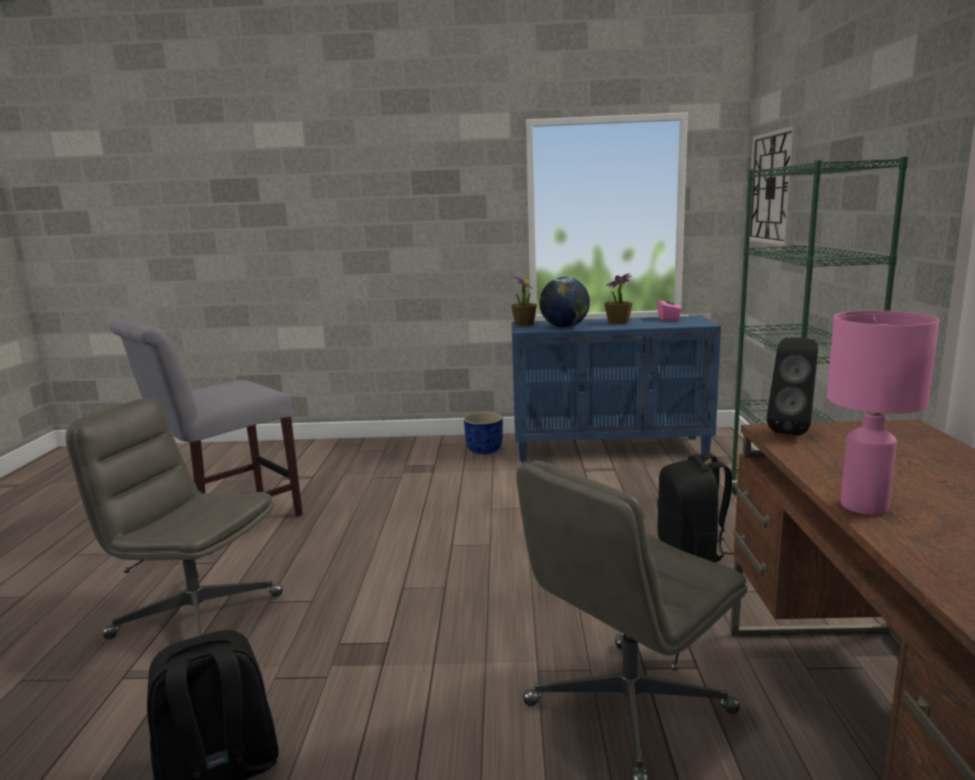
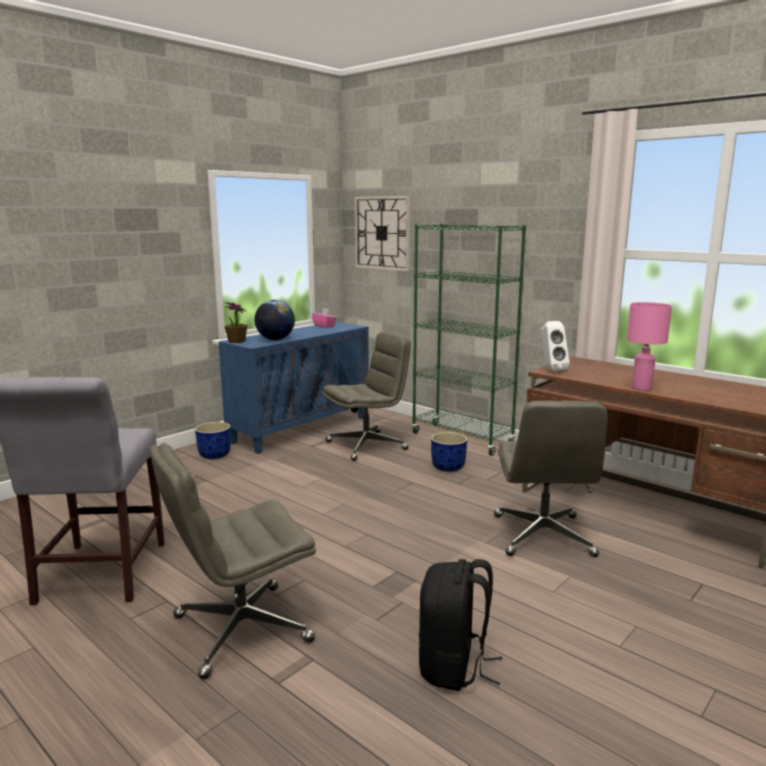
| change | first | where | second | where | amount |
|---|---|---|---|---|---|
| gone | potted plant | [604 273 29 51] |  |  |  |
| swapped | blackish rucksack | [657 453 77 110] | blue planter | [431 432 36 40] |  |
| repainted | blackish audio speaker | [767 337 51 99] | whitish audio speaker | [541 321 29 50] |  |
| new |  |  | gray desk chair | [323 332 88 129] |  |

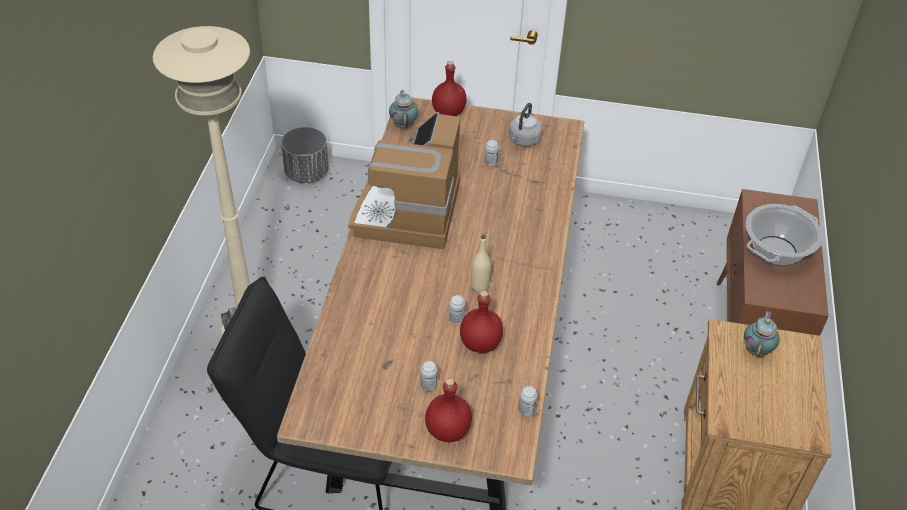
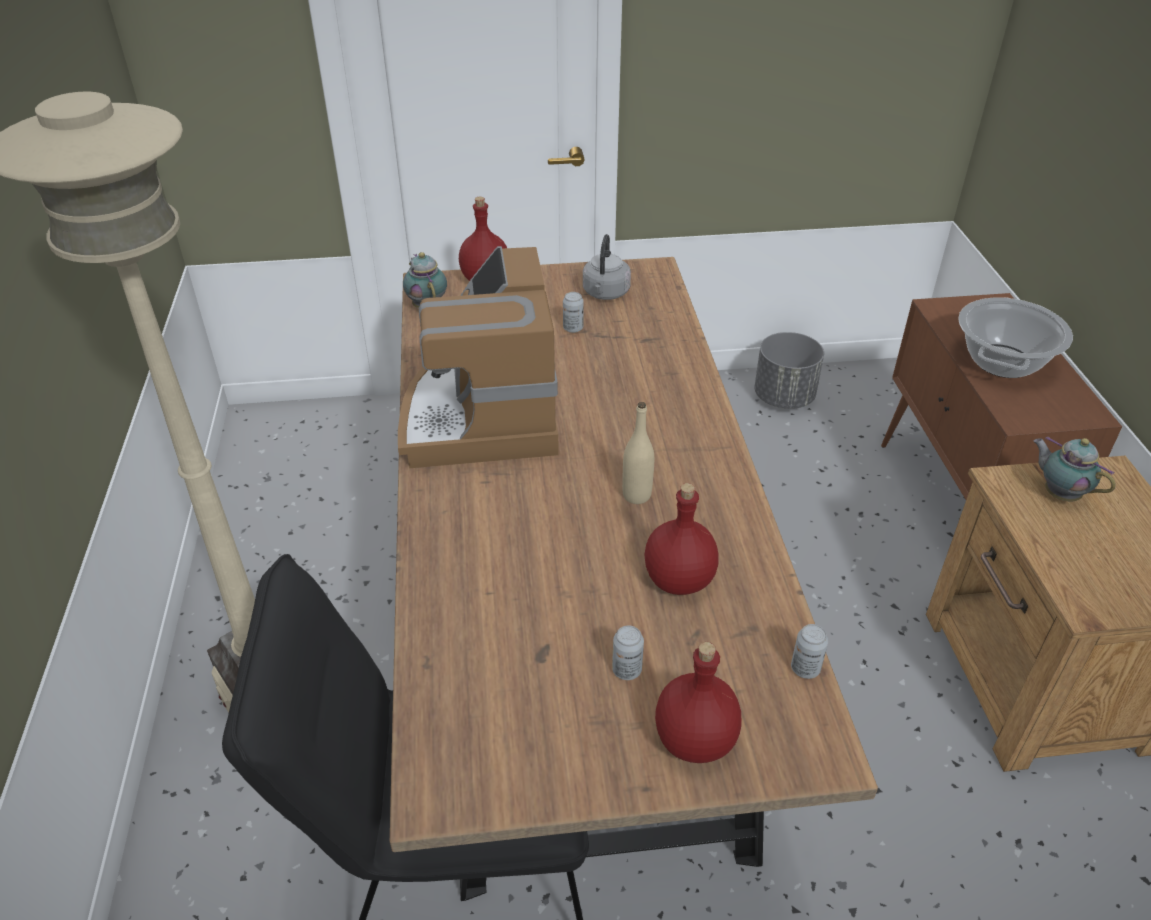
| change | first | where | second | where | amount |
|---|---|---|---|---|---|
| shifted | gray planter | [281 127 48 56] |  | [754 332 70 77] |  |
| gone | metal can | [449 295 16 29] |  |  |  |
| rotated | pot for tea | [744 311 36 46] |  | [1033 436 83 65] | 45 degrees counterclockwise |

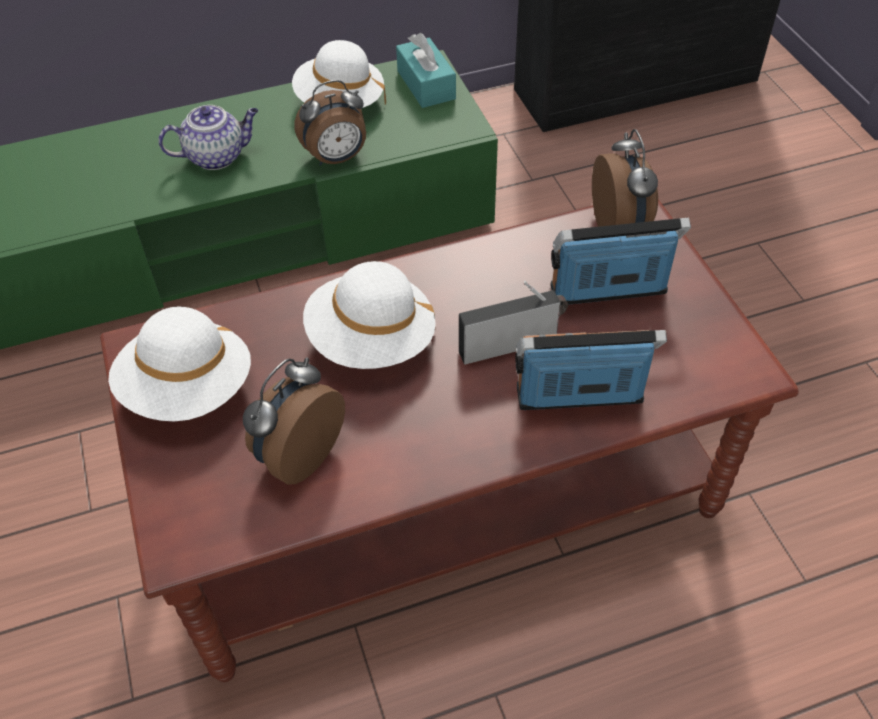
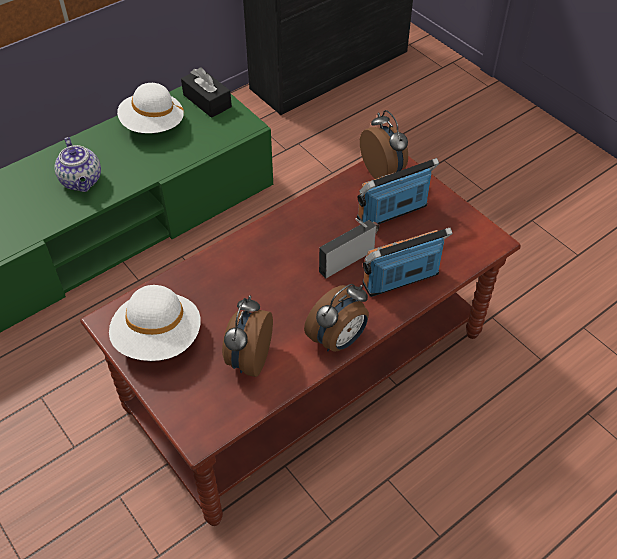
| change | first | where | second | where | amount |
|---|---|---|---|---|---|
| rotated | pot for tea | [158 105 100 65] |  | [54 137 47 55] | 105 degrees clockwise |
| shifted | bedside clock | [294 80 72 86] |  | [304 284 65 68] |  |
| gone | whitish wearable hat | [303 261 133 108] |  |  |  |
| repainted | blue-green tissue holder | [396 33 60 75] | blackish tissue holder | [181 67 51 51] |  |

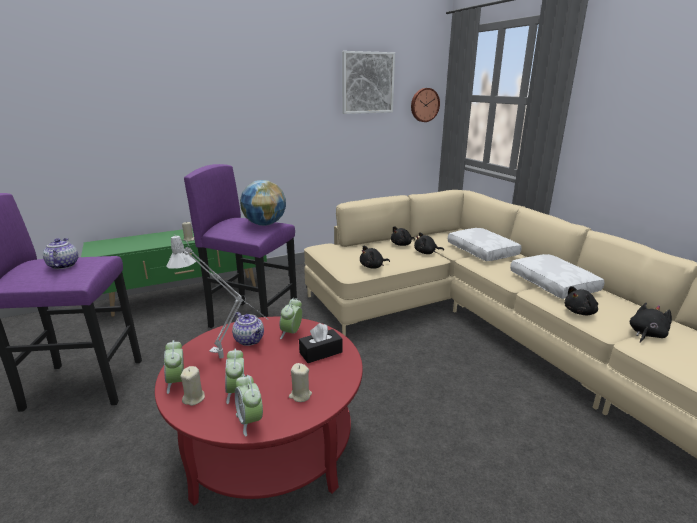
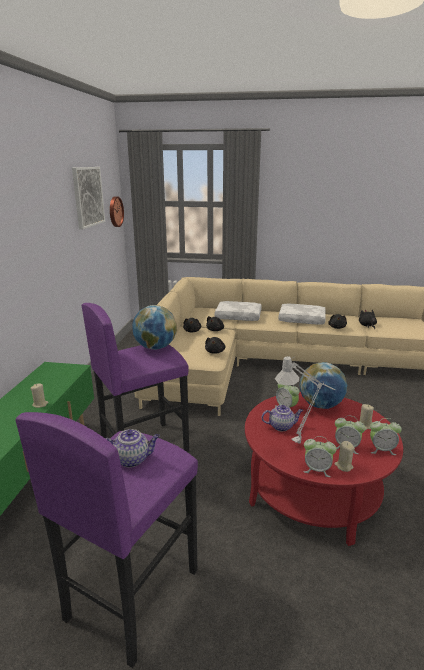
| change | first | where | second | where | amount |
|---|---|---|---|---|---|
| rotated | pot for tea | [43 238 35 31] |  | [105 429 55 38] | 150 degrees clockwise |
| swapped | blackish tissue holder | [299 323 44 40] | desk globe | [300 362 47 47] |  |

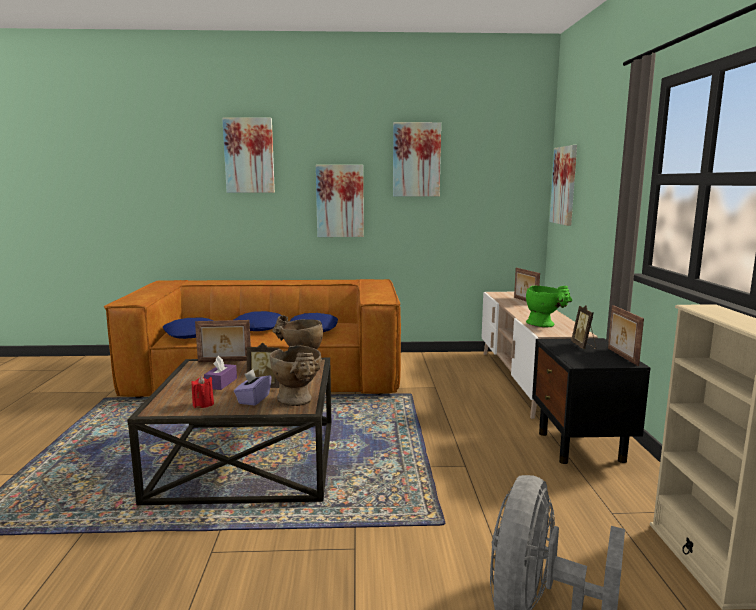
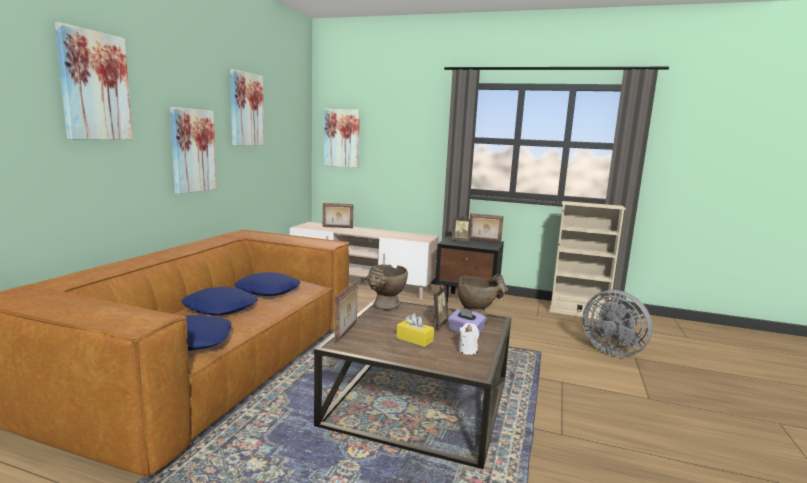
| change | first | where | second | where | amount |
|---|---|---|---|---|---|
| repainted | red-coloured wax light | [191 376 23 32] | whitish wax light | [458 323 21 32] |  |
| repainted | purple-coloured tissue holder | [204 356 33 34] | yellow tissue holder | [396 313 38 34] |  |
| gone | green vase | [526 286 46 41] |  |  |  |

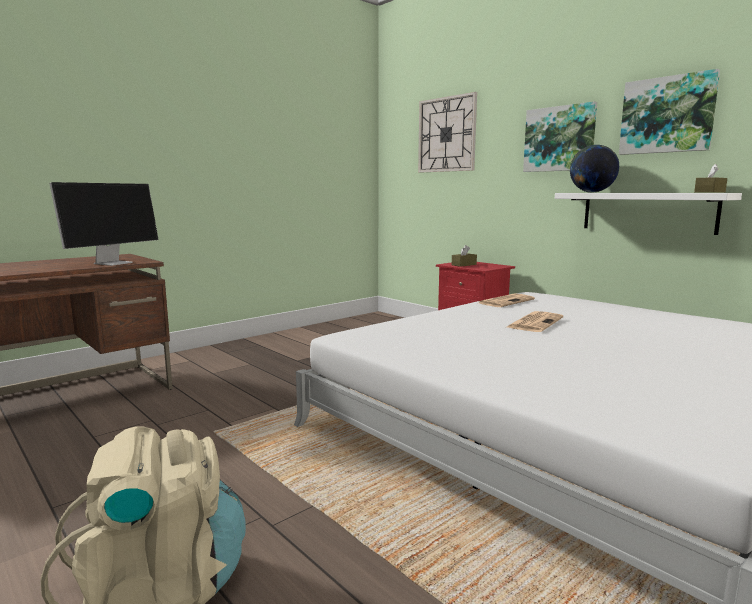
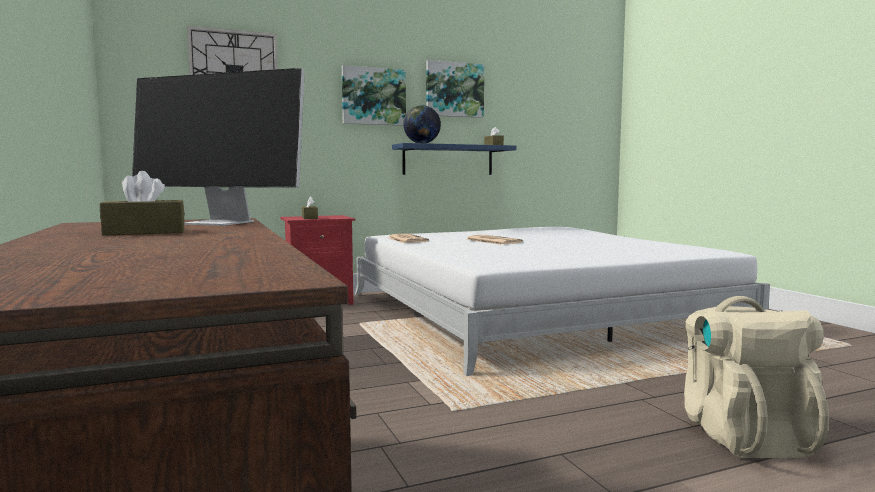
| change | first | where | second | where | amount |
|---|---|---|---|---|---|
| rotated | computer display | [49 182 109 84] |  | [132 68 173 158] | 150 degrees clockwise |
| repainted | whitish wall shelf | [555 193 187 42] | blue wall shelf | [392 143 124 32] |  |
| new |  |  | brown-coloured tissue holder | [100 171 85 65] |  |

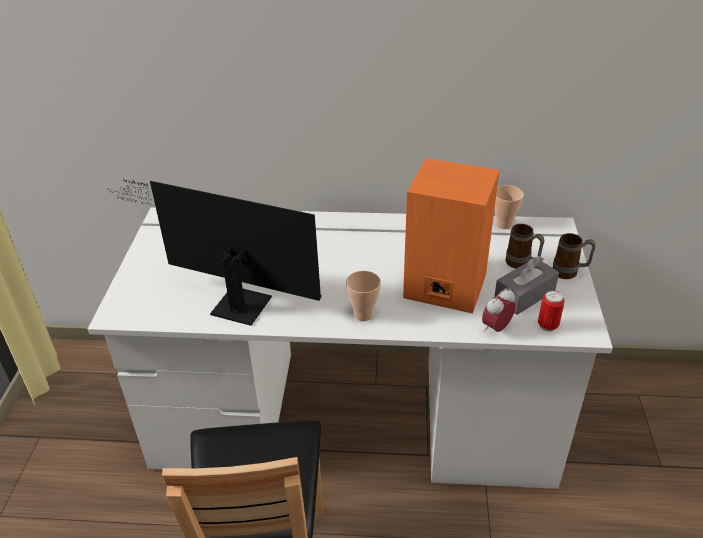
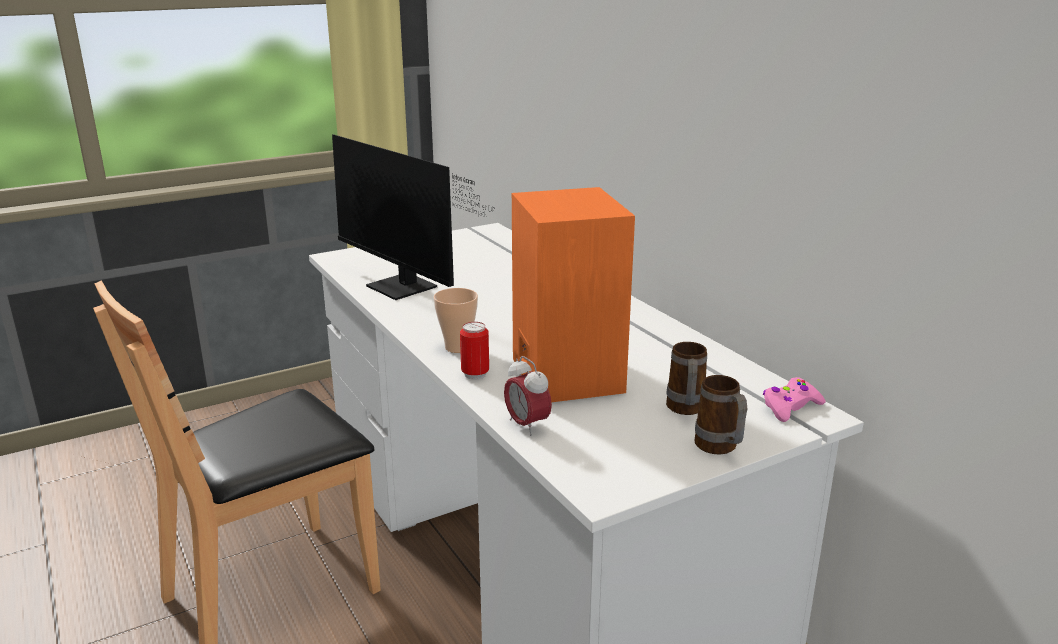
| change | first | where | second | where | amount |
|---|---|---|---|---|---|
| rotated | computer display | [107 179 214 147] |  | [332 134 163 166] | 150 degrees clockwise |
| rotated | bedside clock | [482 288 33 44] |  | [504 356 48 80] | 135 degrees counterclockwise |
| gone | gray tissue holder | [494 256 65 59] |  |  |  |
| gone | cup | [495 185 29 44] |  |  |  |
| shifted | metal can | [538 290 27 42] |  | [460 322 29 58] |  |
| new |  |  | pinkish gamepad | [763 377 63 45] |  |

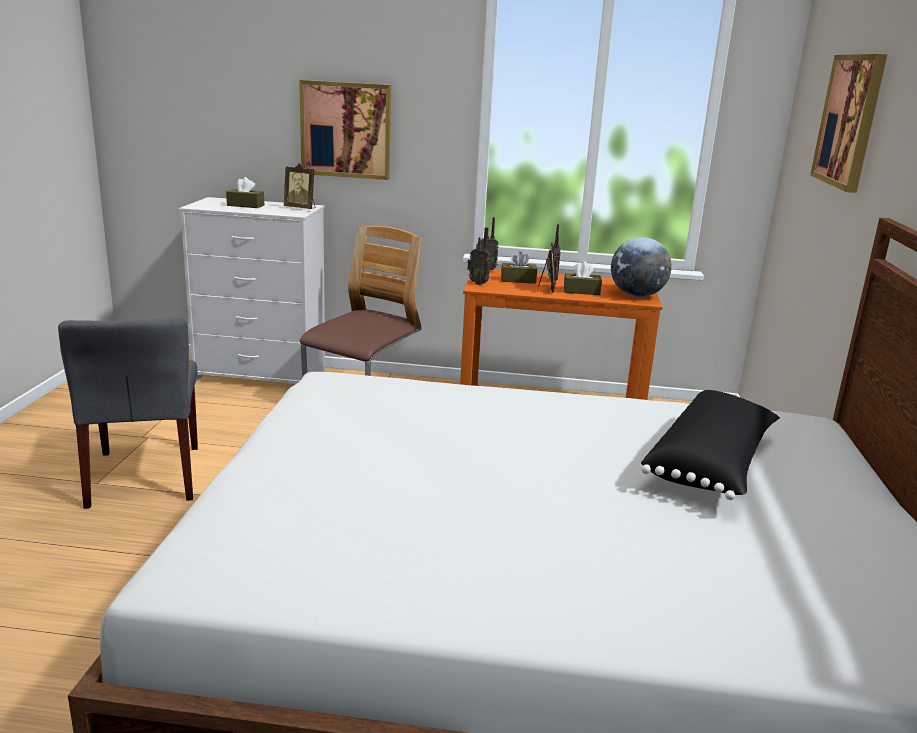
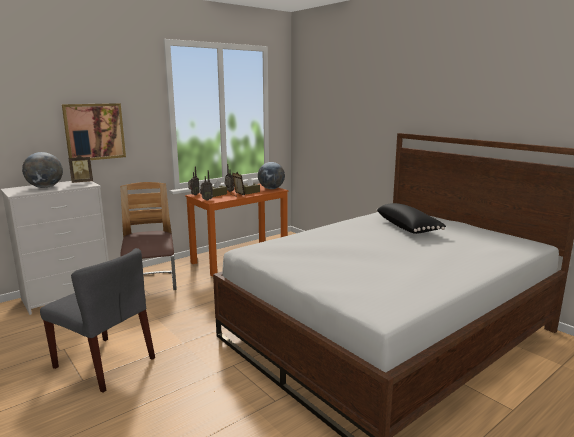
| change | first | where | second | where | amount |
|---|---|---|---|---|---|
| swapped | brown-coloured tissue holder | [226 177 38 31] | desk globe | [22 152 41 36] |  |
| gone | wall art | [810 54 77 139] |  |  |  |

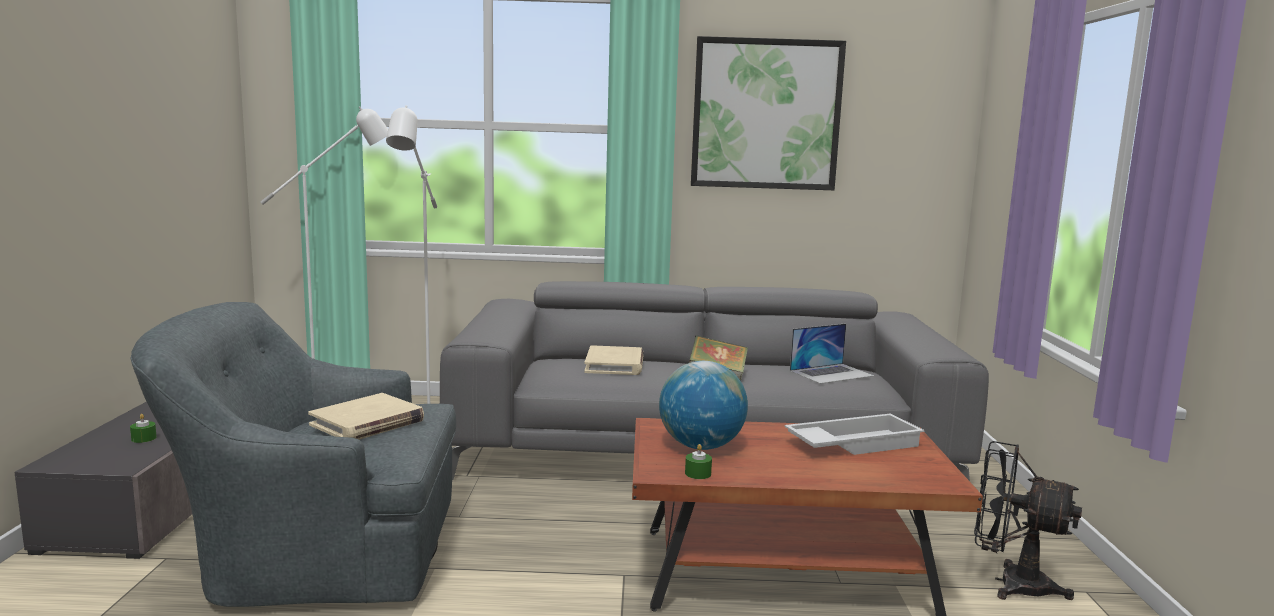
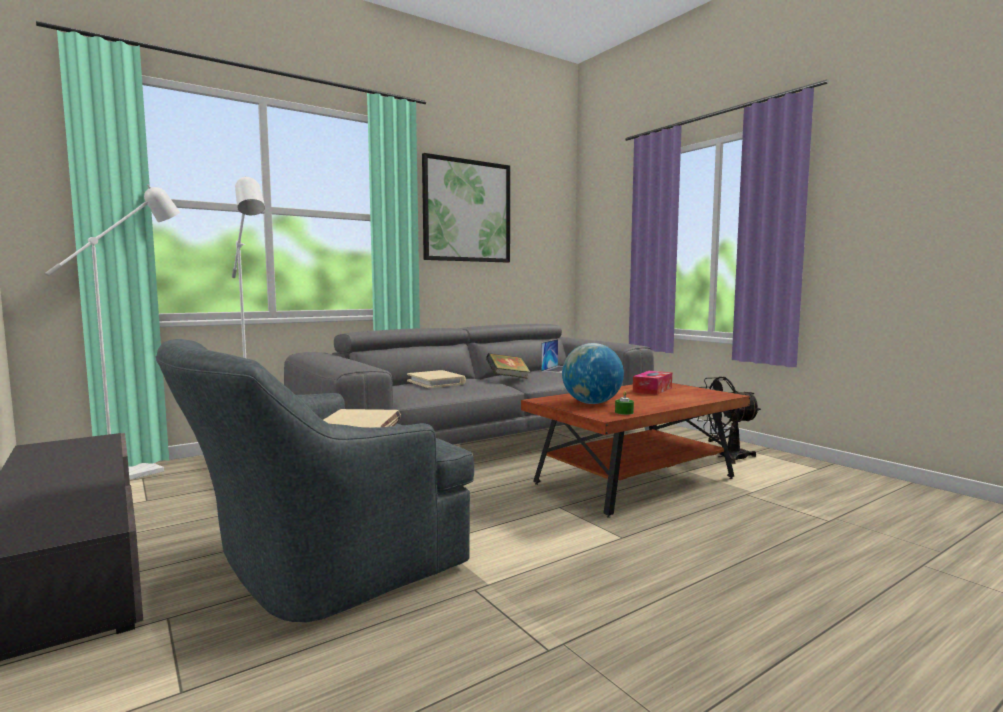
| change | first | where | second | where | amount |
|---|---|---|---|---|---|
| gone | green wax light | [130 414 27 29] |  |  |  |
| swapped | whitish serving tray | [784 413 140 42] | tissue holder | [633 371 39 24] |  |

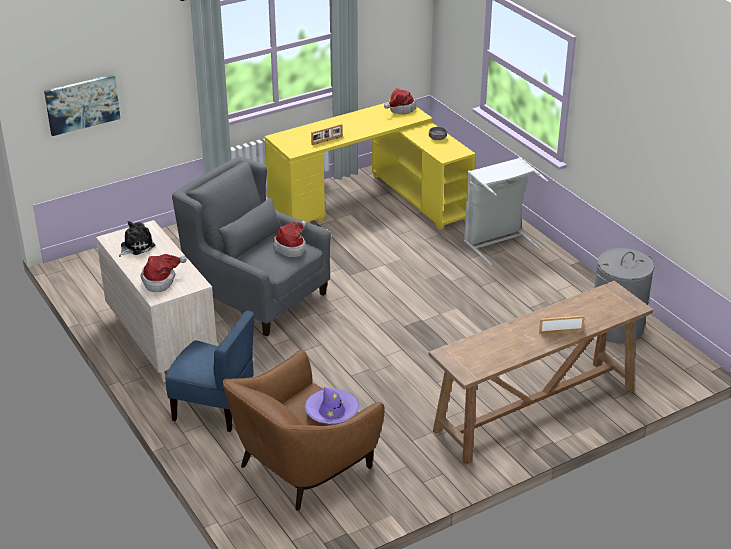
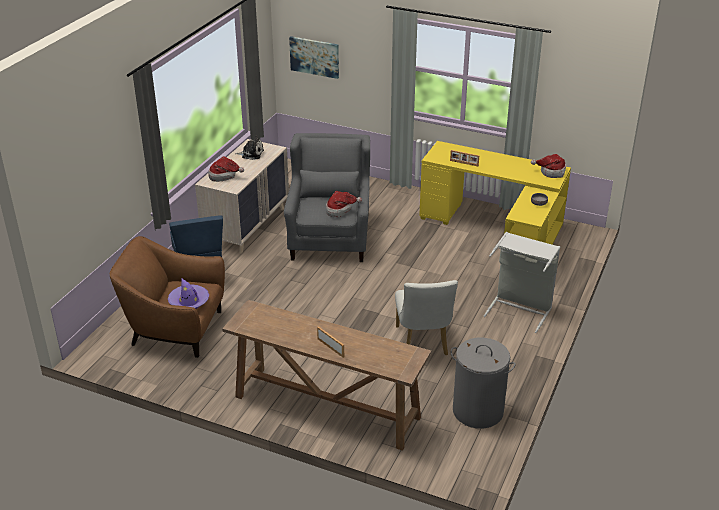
| change | first | where | second | where | amount |
|---|---|---|---|---|---|
| new |  |  | whitish plain chair | [395 280 63 75] |  |

